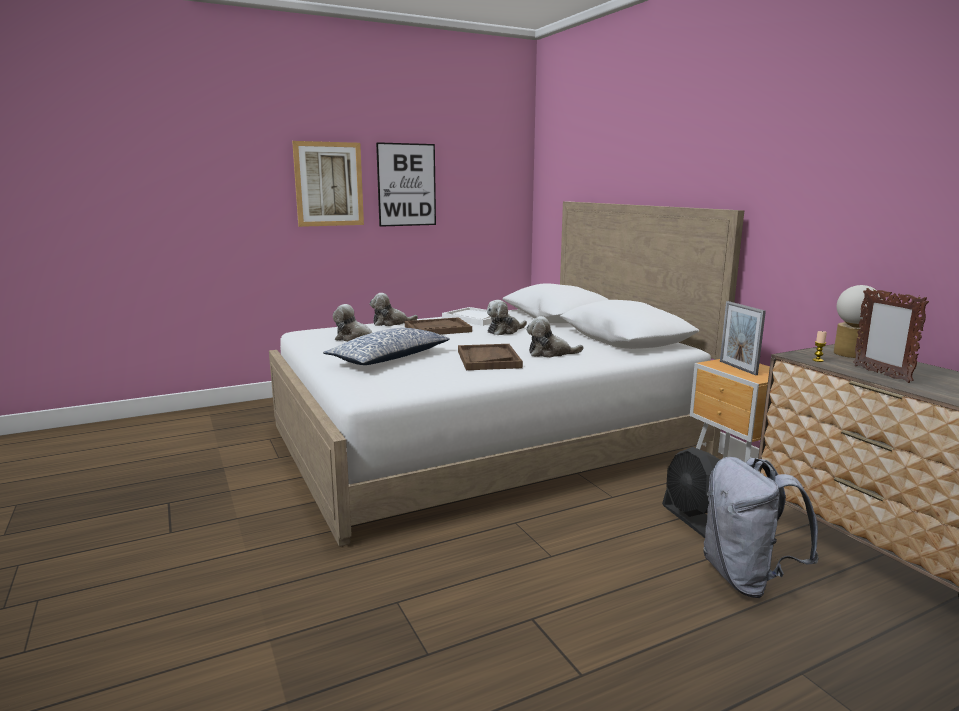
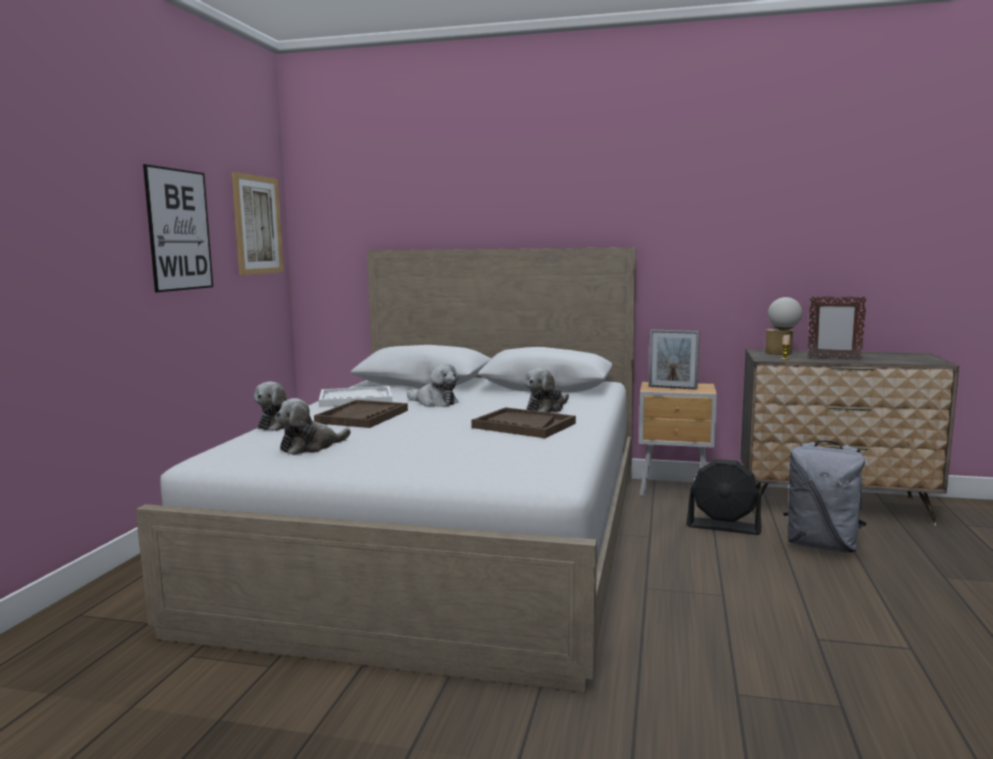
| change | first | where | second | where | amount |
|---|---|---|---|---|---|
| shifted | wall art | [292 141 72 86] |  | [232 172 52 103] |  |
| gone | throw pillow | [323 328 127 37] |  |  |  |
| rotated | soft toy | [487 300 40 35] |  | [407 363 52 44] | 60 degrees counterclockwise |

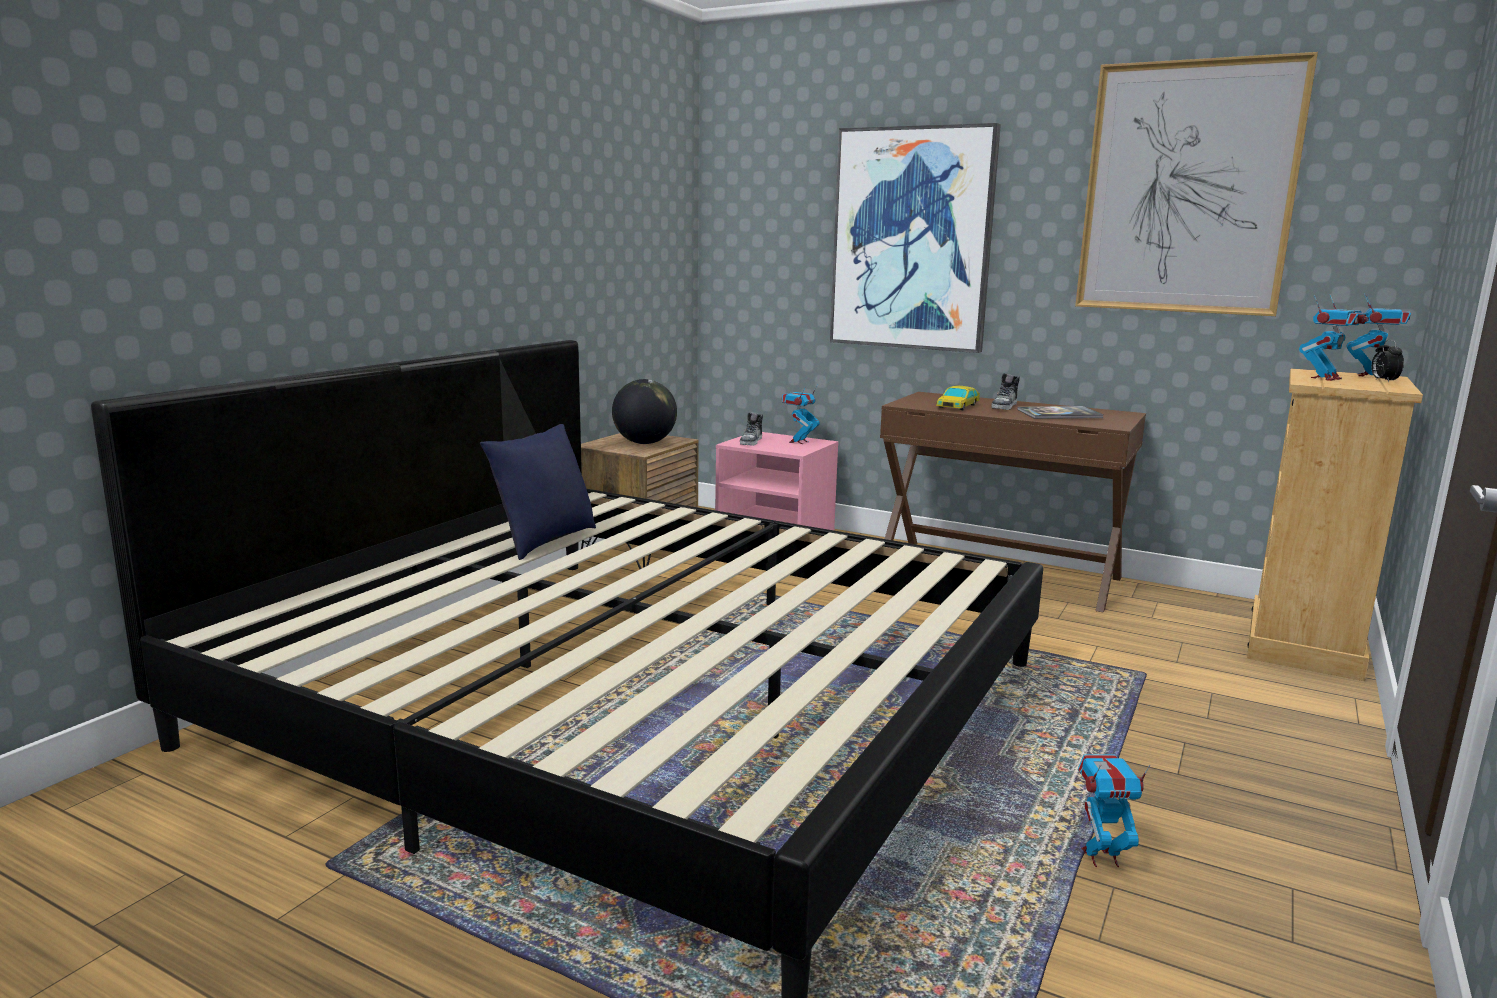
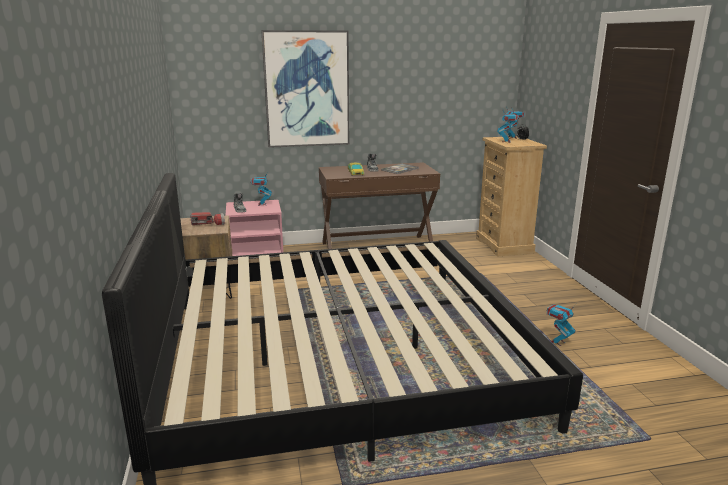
| change | first | where | second | where | amount |
|---|---|---|---|---|---|
| gone | blue throw pillow | [480 424 116 136] |  |  |  |
| swapped | desk globe | [612 379 65 65] | flashlight | [190 212 35 13] |  |
| gone | wall art | [1075 52 243 264] |  |  |  |

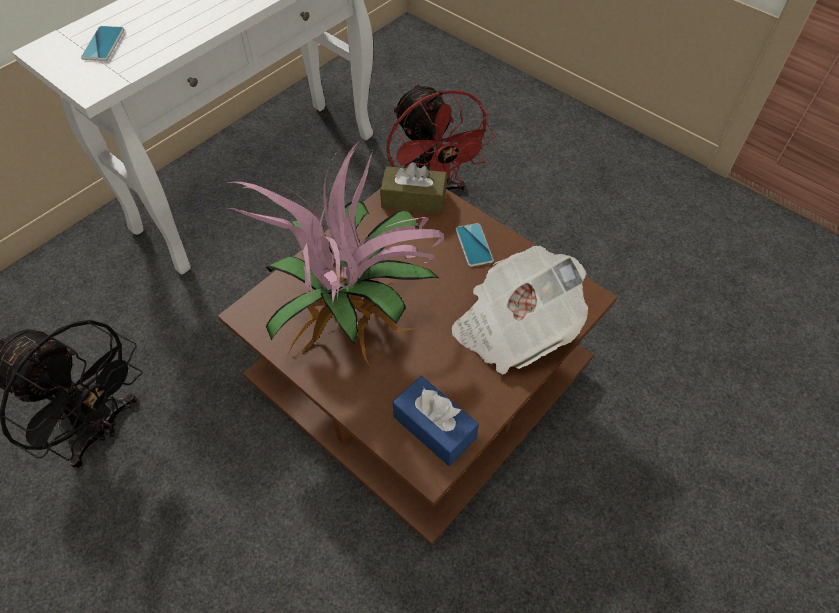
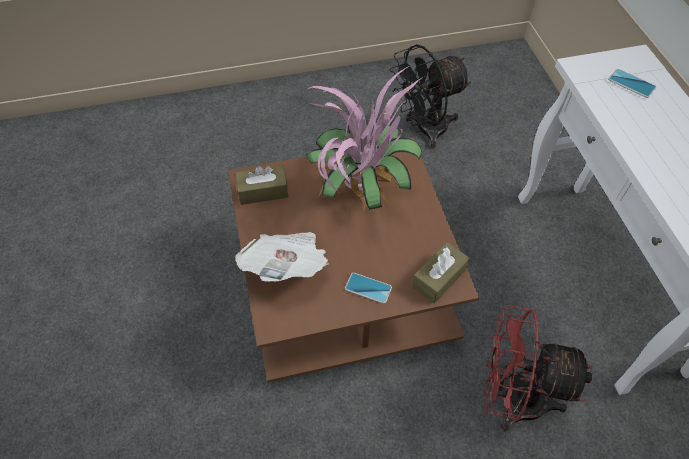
| change | first | where | second | where | amount |
|---|---|---|---|---|---|
| repainted | blue tissue holder | [393 376 86 90] | brown-coloured tissue holder | [235 165 53 40] |  |

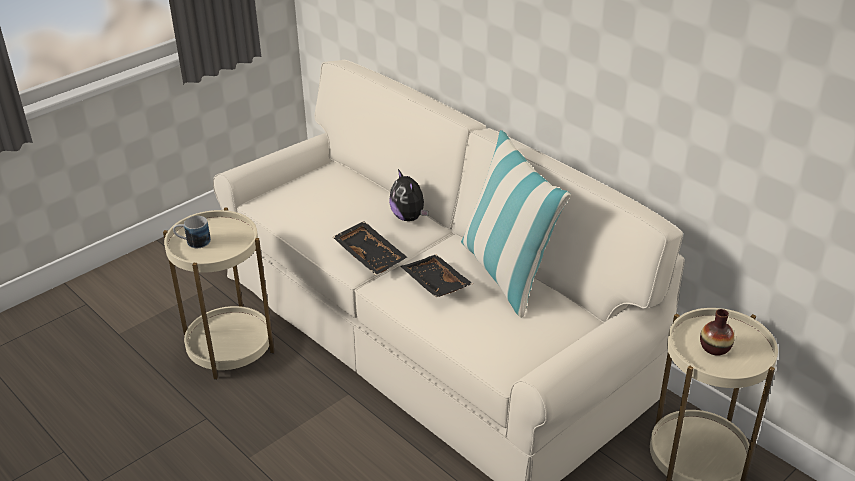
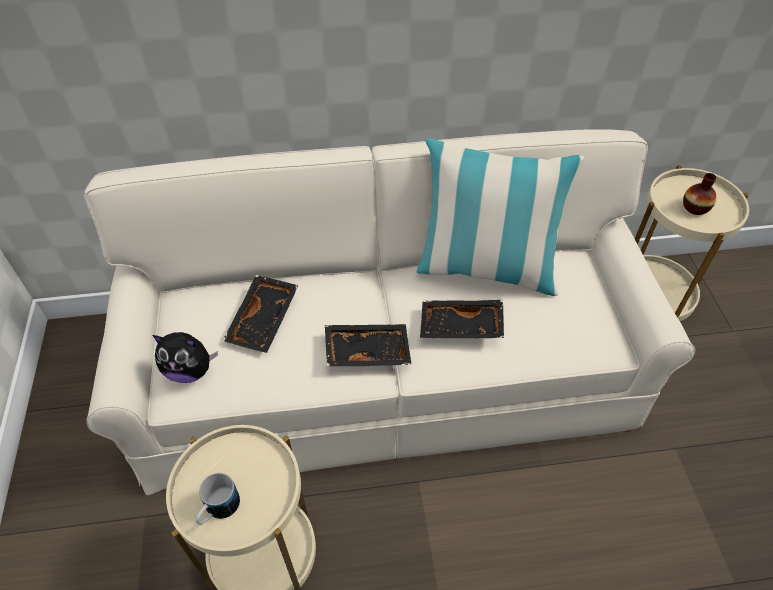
| change | first | where | second | where | amount |
|---|---|---|---|---|---|
| shifted | soft toy | [389 169 39 52] |  | [152 332 66 51] |  |
| new |  |  | blackish serving tray | [223 275 75 78] |  |

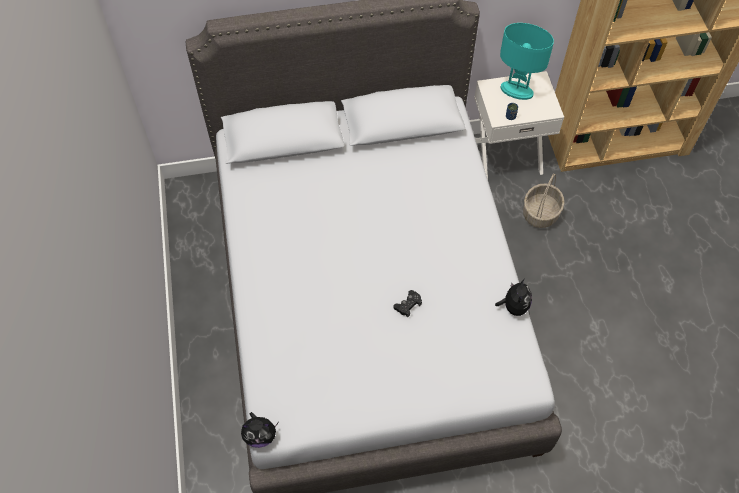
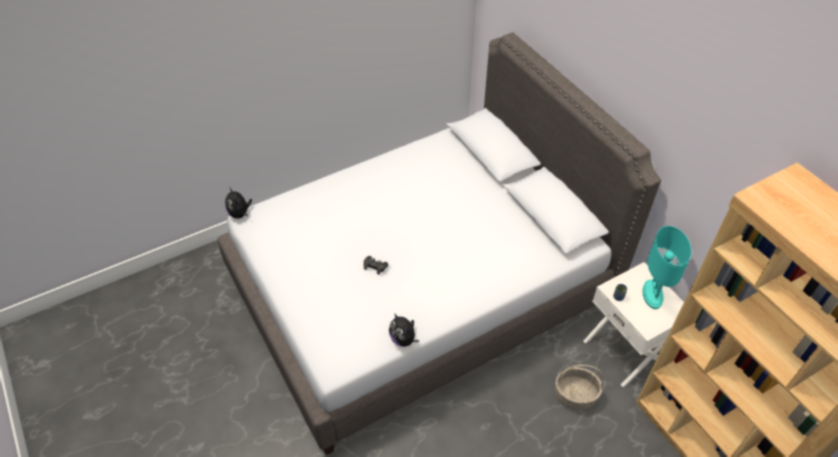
| change | first | where | second | where | amount |
|---|---|---|---|---|---|
| rotated | soft toy | [495 279 37 37] |  | [389 313 30 34] | 60 degrees clockwise |

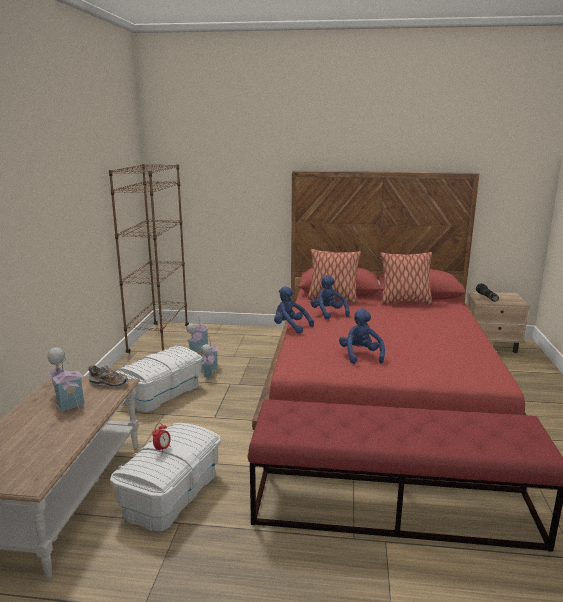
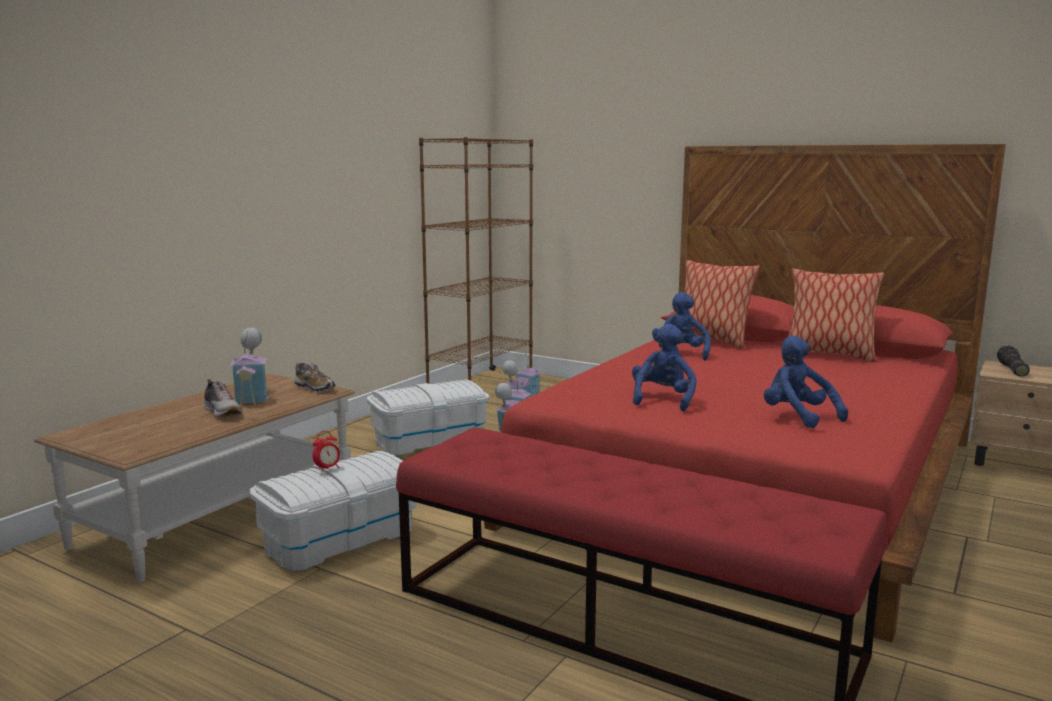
| change | first | where | second | where | amount |
|---|---|---|---|---|---|
| shifted | blue soft toy | [274 287 40 47] |  | [764 335 84 93] |  |
| new |  |  | item of footwear | [204 379 39 38] |  |

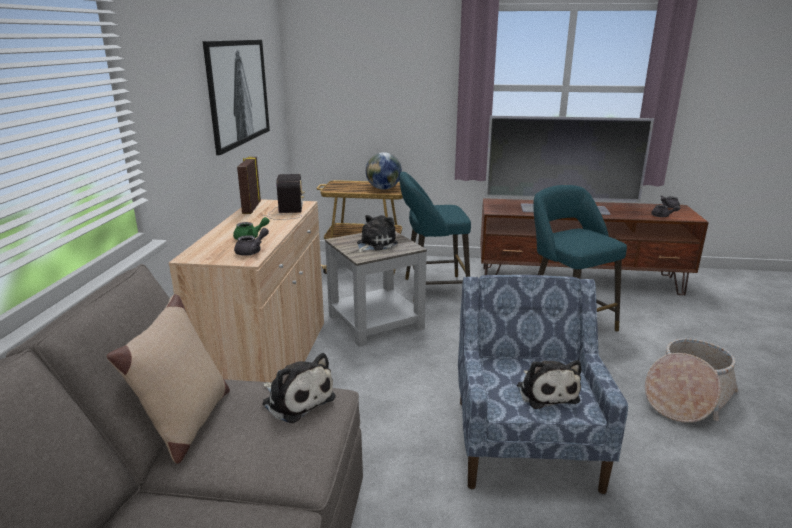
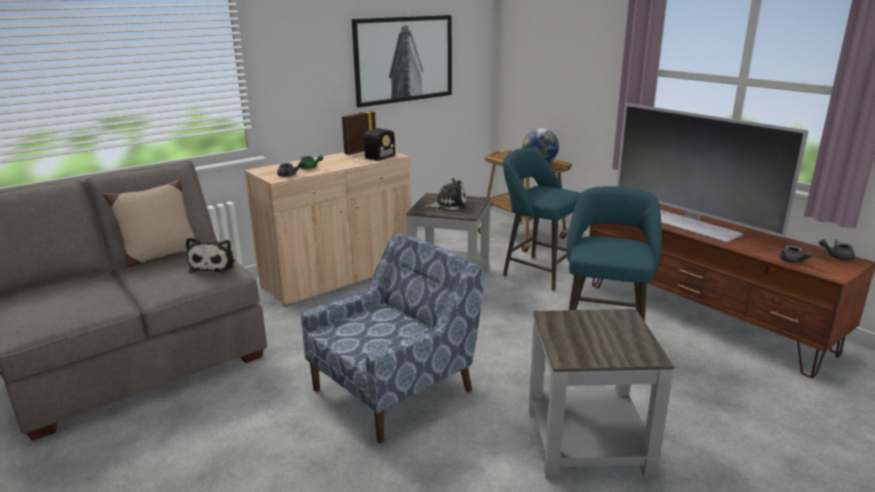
| change | first | where | second | where | amount |
|---|---|---|---|---|---|
| gone | soft toy | [517 360 64 49] |  |  |  |
| swapped | storage basket | [645 338 93 85] | gray side table | [529 309 145 171] |  |

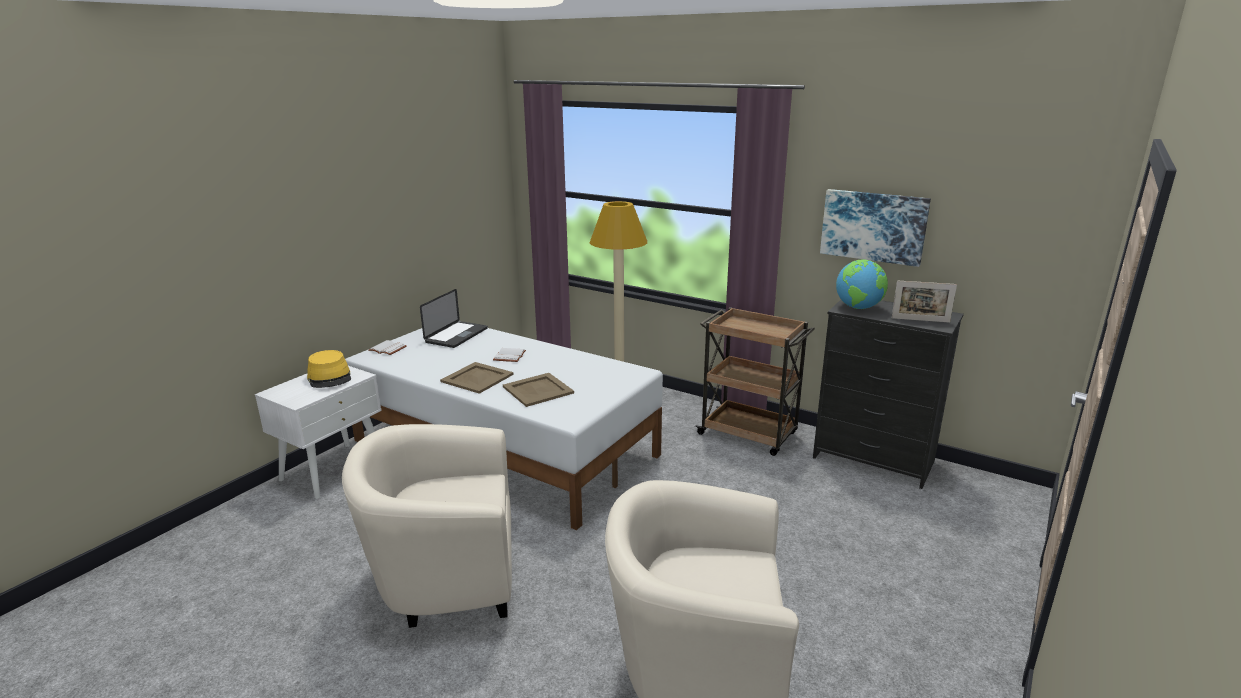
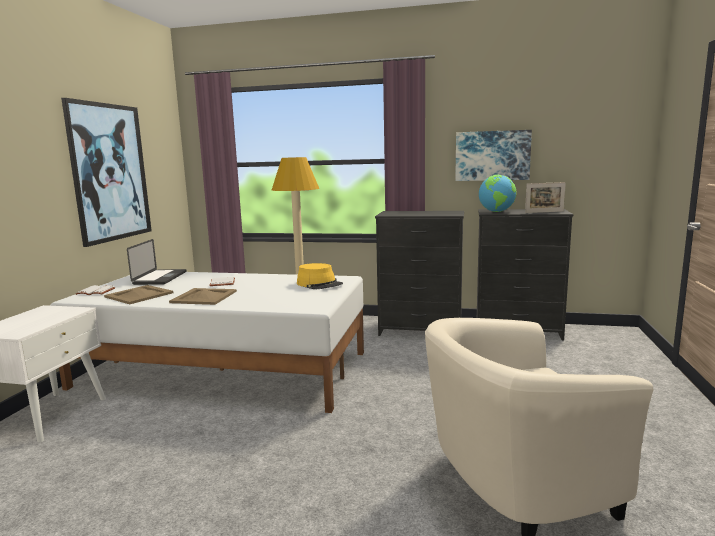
| change | first | where | second | where | amount |
|---|---|---|---|---|---|
| shifted | yellow wearable hat | [307 350 44 38] |  | [297 263 46 26] |  |
| gone | beige easy chair | [342 424 170 204] |  |  |  |
| shifted | beige serving tray | [503 373 71 34] |  | [104 285 69 19] |  |
| swapped | brown-coloured wheeled cart | [695 307 120 149] | blackish chest of drawers | [375 211 89 125] |  |
| new |  |  | wall art | [61 98 91 149] |  |

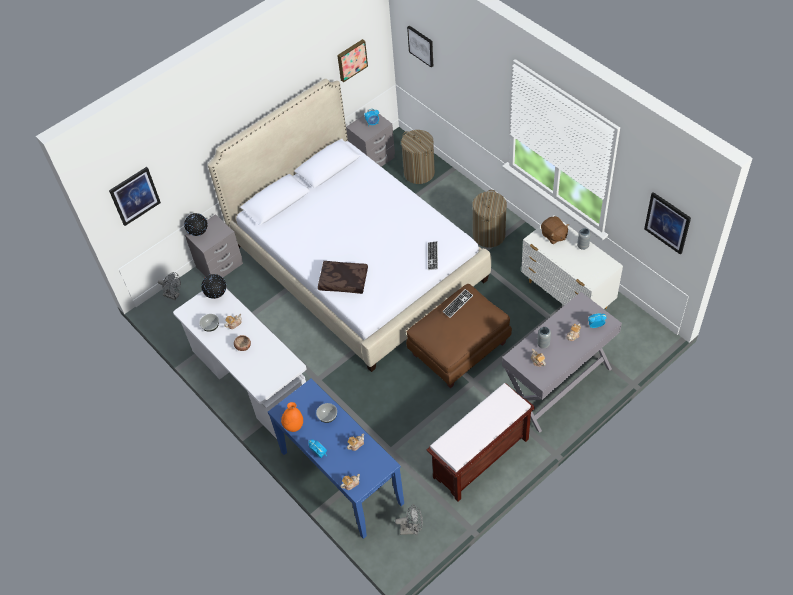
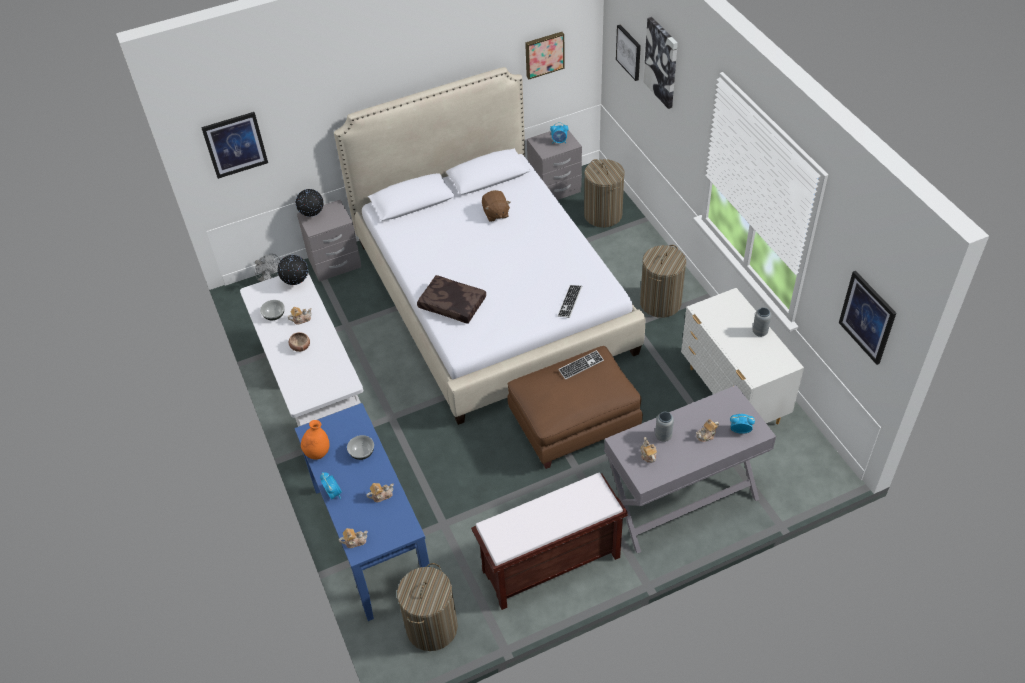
| change | first | where | second | where | amount |
|---|---|---|---|---|---|
| swapped | gray electric fan | [395 504 28 31] | hamper | [397 563 61 88] |  |
| shifted | brown-coloured soft toy | [541 216 28 28] |  | [482 190 28 32] |  |
| new |  |  | wall art | [644 17 34 92] |  |

